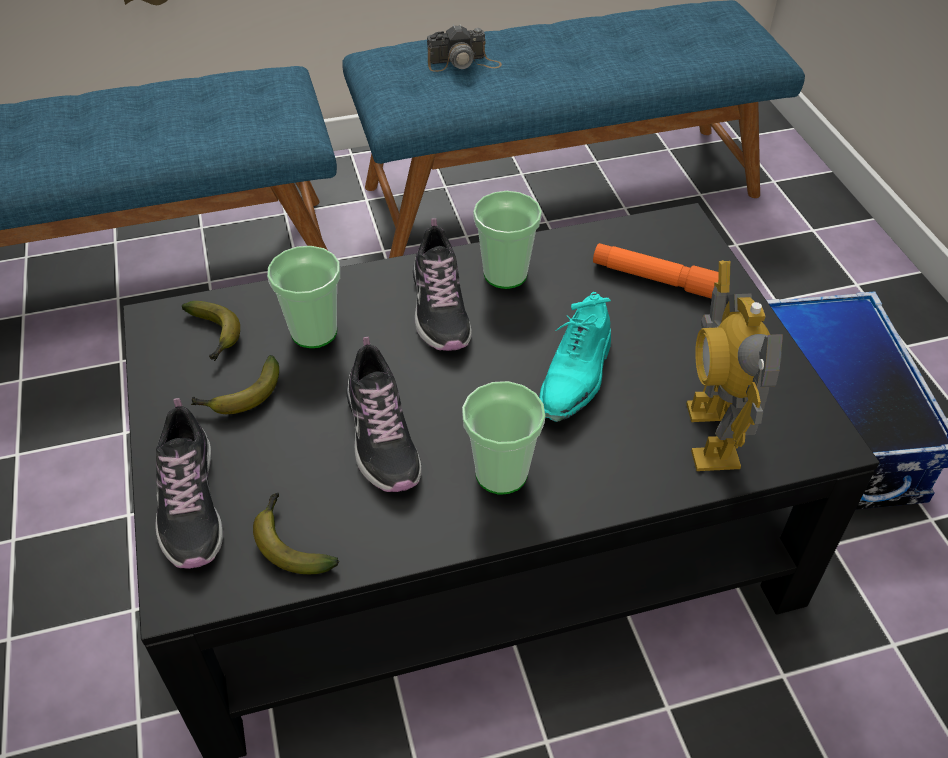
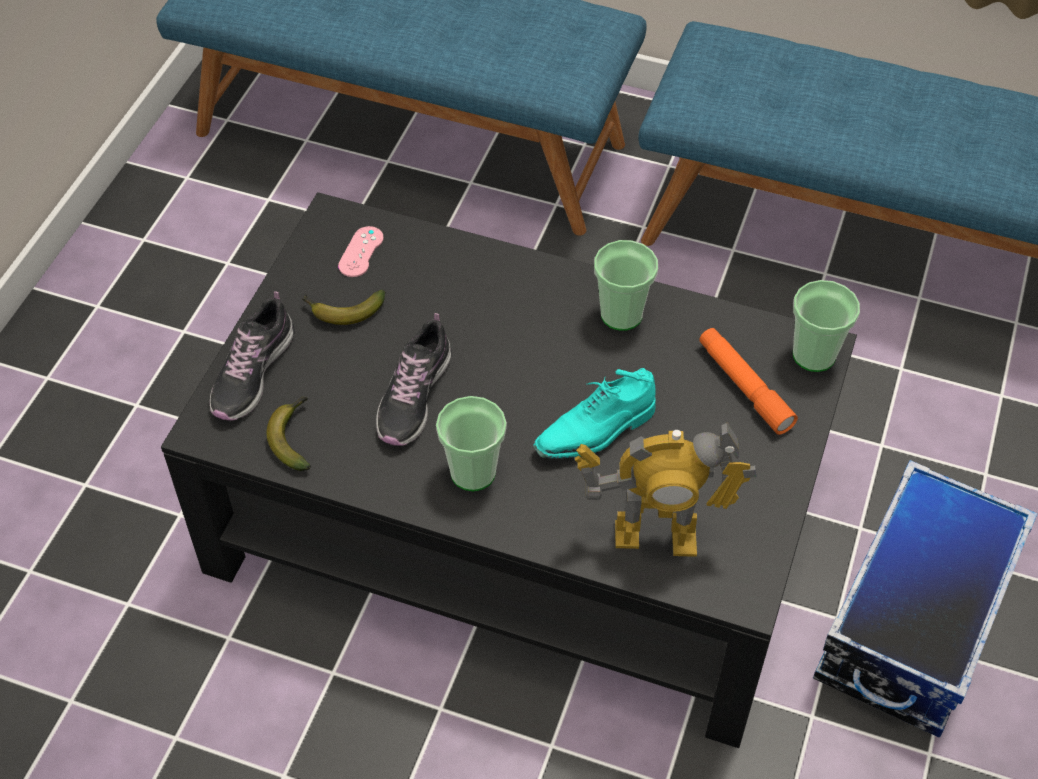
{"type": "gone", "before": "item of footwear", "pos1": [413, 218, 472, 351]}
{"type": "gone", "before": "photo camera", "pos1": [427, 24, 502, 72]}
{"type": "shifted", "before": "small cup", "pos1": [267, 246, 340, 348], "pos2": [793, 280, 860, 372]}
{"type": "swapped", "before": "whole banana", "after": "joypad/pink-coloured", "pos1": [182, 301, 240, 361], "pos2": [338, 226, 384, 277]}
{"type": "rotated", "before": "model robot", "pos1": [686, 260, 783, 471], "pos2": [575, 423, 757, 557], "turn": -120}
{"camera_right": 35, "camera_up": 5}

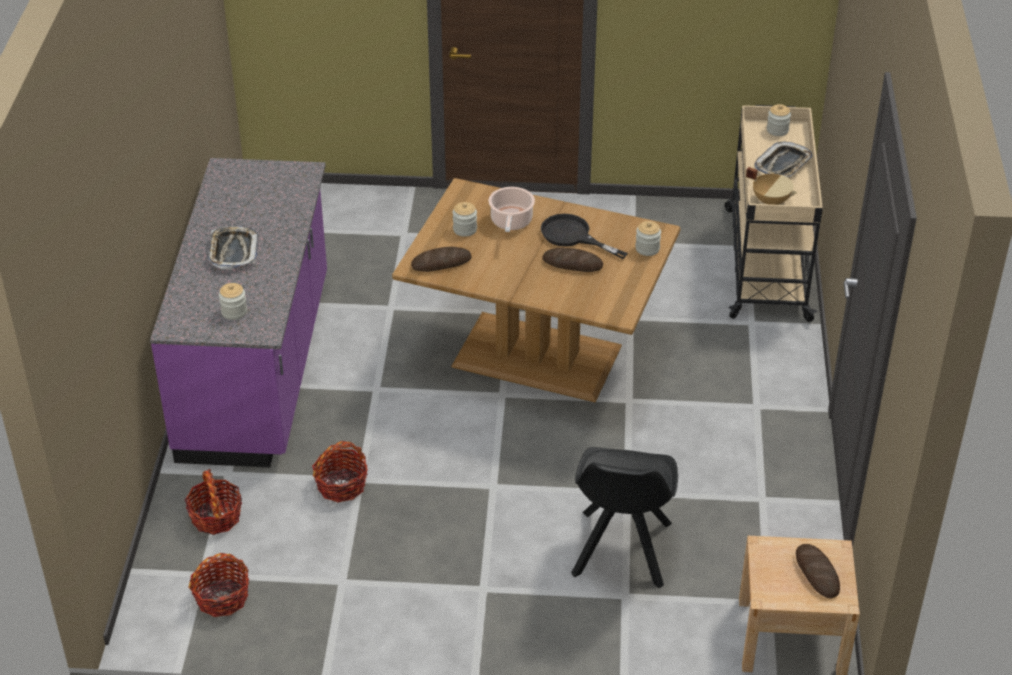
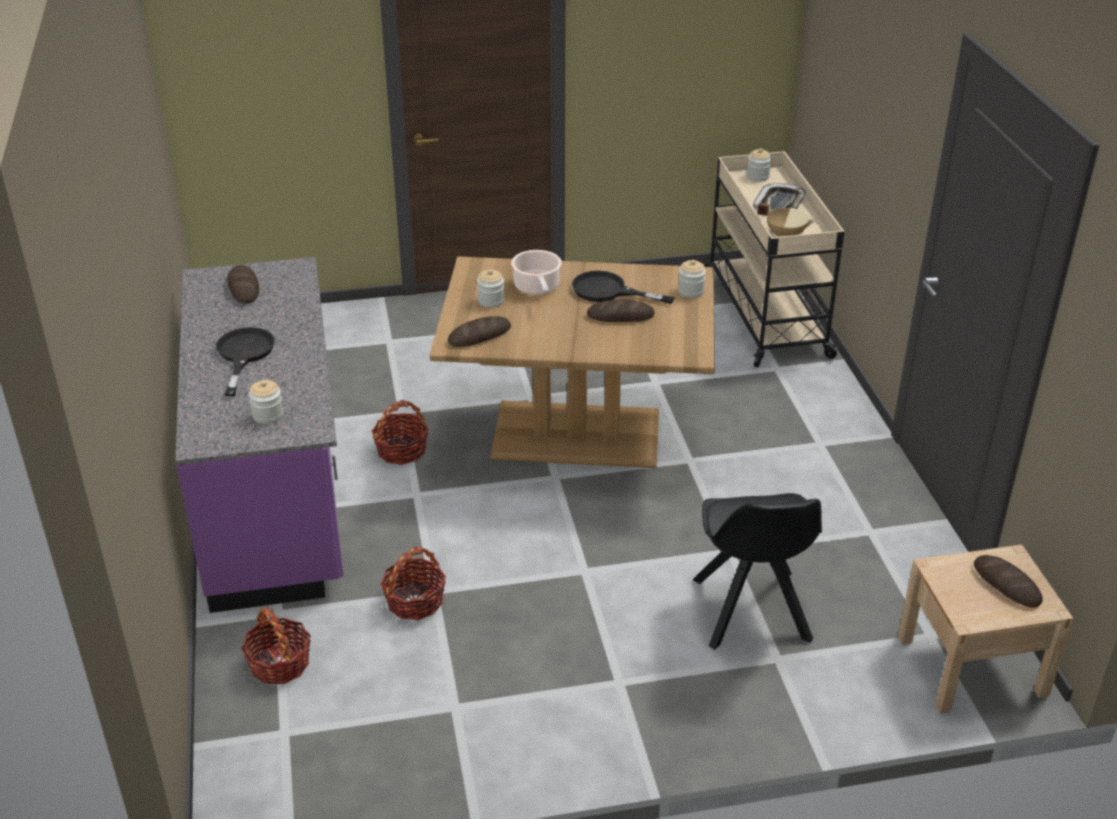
{"type": "new", "after": "bakery bread", "pos2": [227, 265, 259, 304]}
{"type": "shifted", "before": "basket", "pos1": [188, 553, 249, 617], "pos2": [371, 400, 429, 465]}
{"type": "swapped", "before": "tray", "after": "frying pan/black-coloured", "pos1": [208, 226, 258, 270], "pos2": [216, 327, 275, 396]}
{"camera_right": -15, "camera_up": -5}

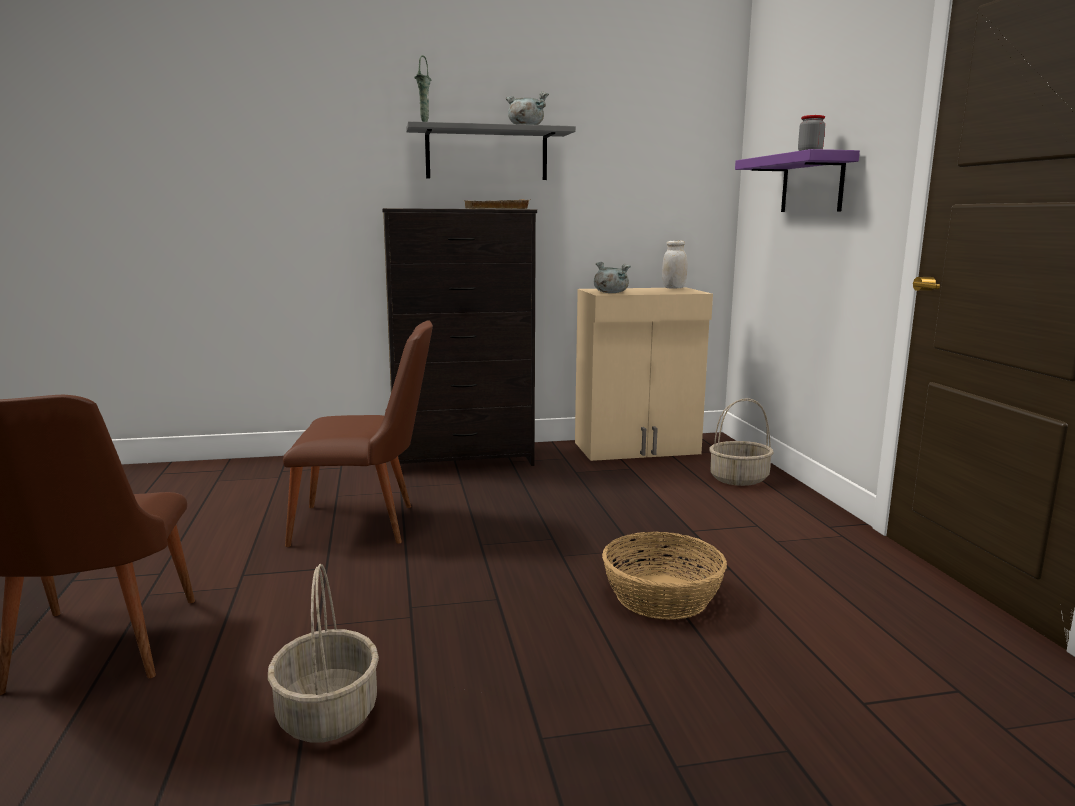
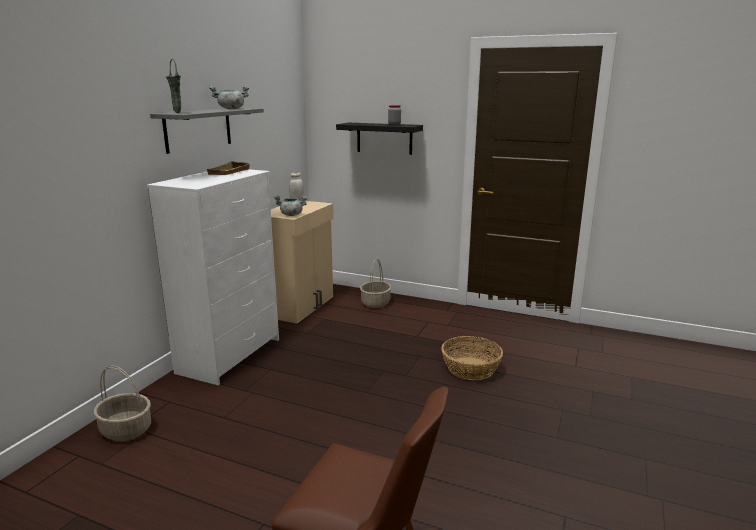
{"type": "gone", "before": "chair/brown-coloured", "pos1": [283, 320, 433, 547]}
{"type": "shifted", "before": "basket", "pos1": [268, 564, 379, 743], "pos2": [94, 365, 151, 441]}
{"type": "repainted", "before": "drawer chest/black-coloured", "after": "drawer chest/white", "pos1": [382, 208, 537, 466], "pos2": [147, 169, 279, 386]}
{"type": "repainted", "before": "bracket shelf/purplish", "after": "bracket shelf/black-coloured", "pos1": [735, 149, 860, 212], "pos2": [336, 123, 423, 155]}
{"camera_right": -55, "camera_up": 5}

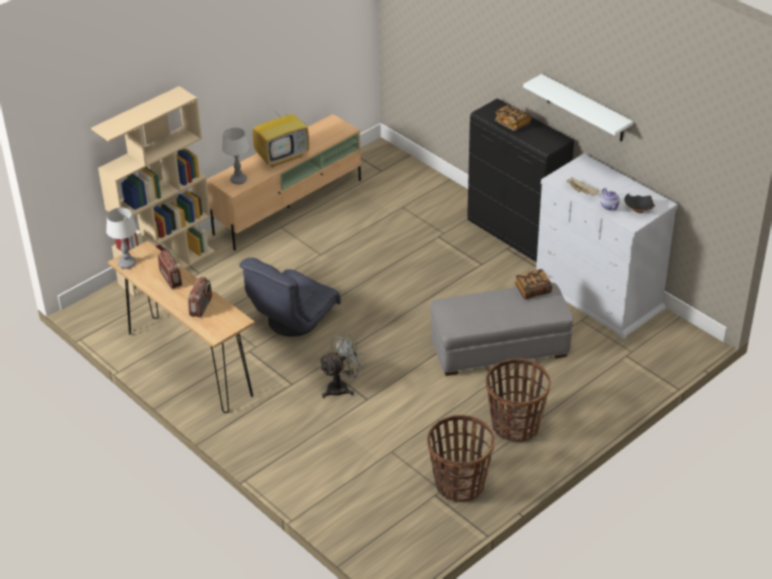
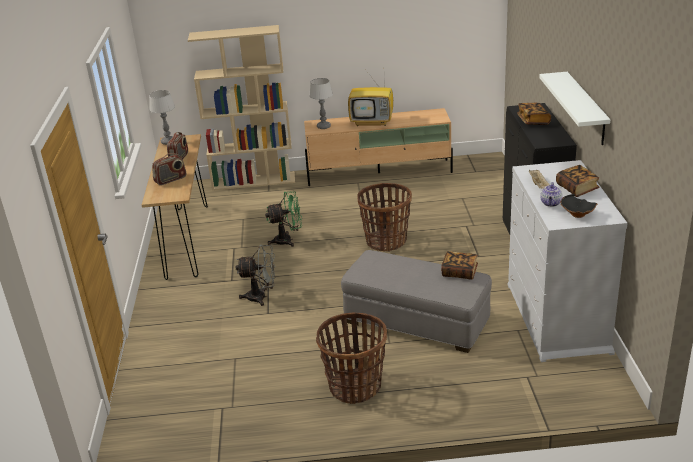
{"type": "new", "after": "book", "pos2": [556, 165, 599, 197]}
{"type": "shifted", "before": "basket", "pos1": [427, 415, 495, 502], "pos2": [357, 183, 412, 252]}
{"type": "swapped", "before": "easy chair/greyish", "after": "electric fan/green-coloured", "pos1": [239, 258, 341, 337], "pos2": [265, 191, 302, 247]}
{"camera_right": 40, "camera_up": -10}

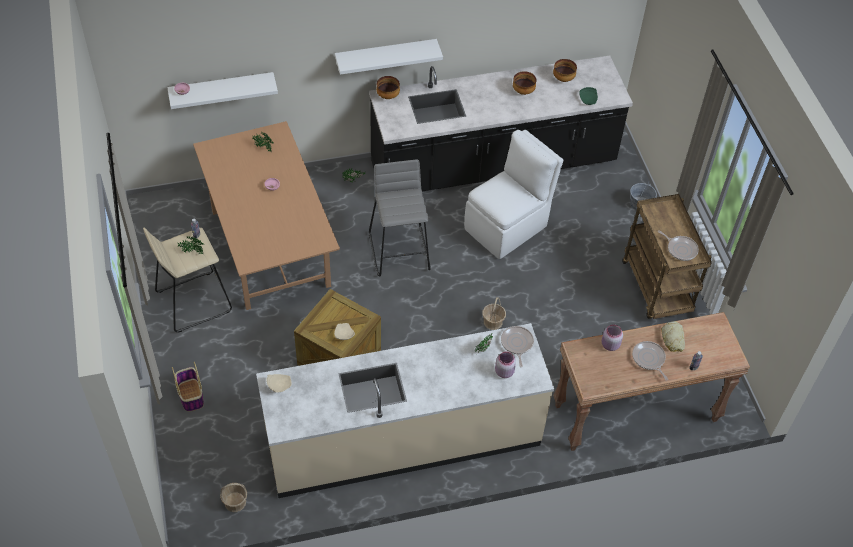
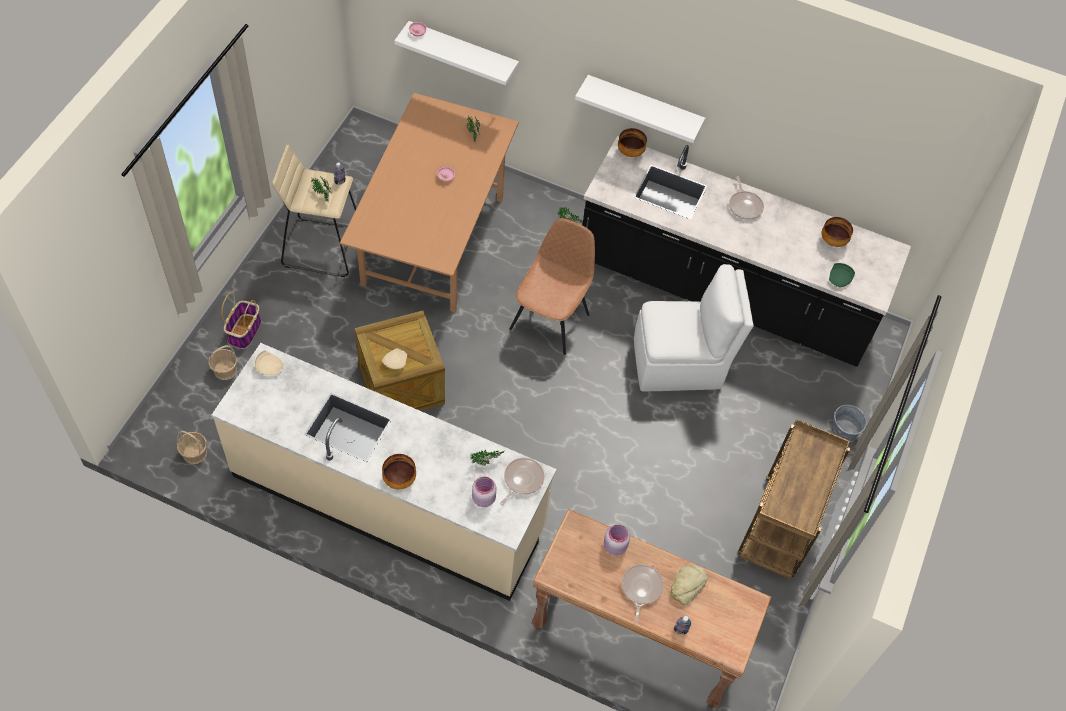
{"type": "shifted", "before": "basket", "pos1": [482, 297, 506, 330], "pos2": [208, 345, 237, 380]}
{"type": "shifted", "before": "deep dish", "pos1": [513, 71, 537, 95], "pos2": [382, 454, 416, 489]}
{"type": "shifted", "before": "frying pan", "pos1": [658, 230, 699, 261], "pos2": [729, 177, 764, 220]}
{"type": "swapped", "before": "stool seat/greyish", "after": "chair/brown-coloured", "pos1": [369, 159, 431, 277], "pos2": [509, 218, 595, 355]}
{"camera_right": 35, "camera_up": 5}

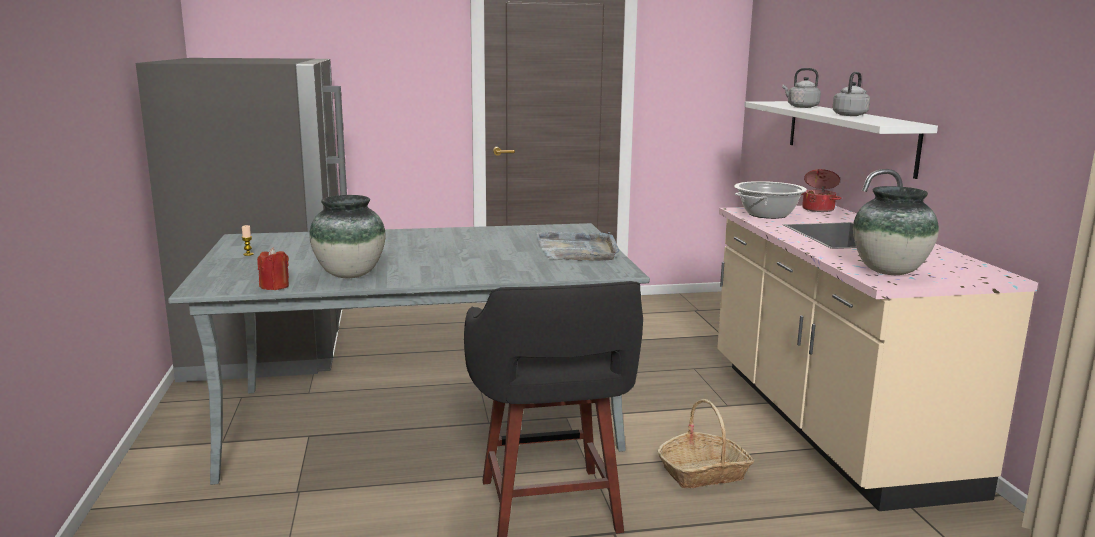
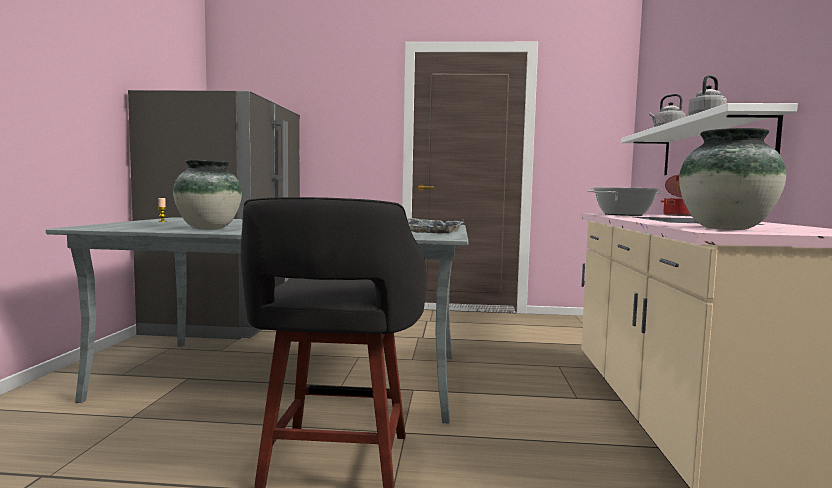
{"type": "gone", "before": "wax candle/reddish", "pos1": [257, 247, 289, 290]}
{"type": "gone", "before": "basket", "pos1": [657, 399, 754, 488]}
{"camera_right": 15, "camera_up": -10}

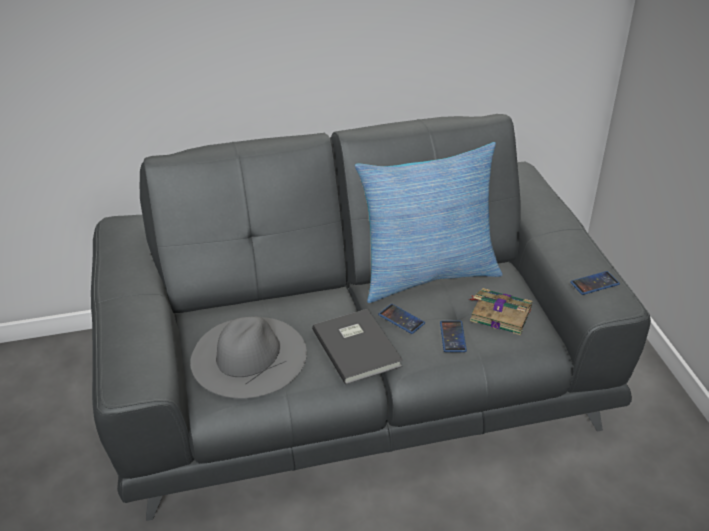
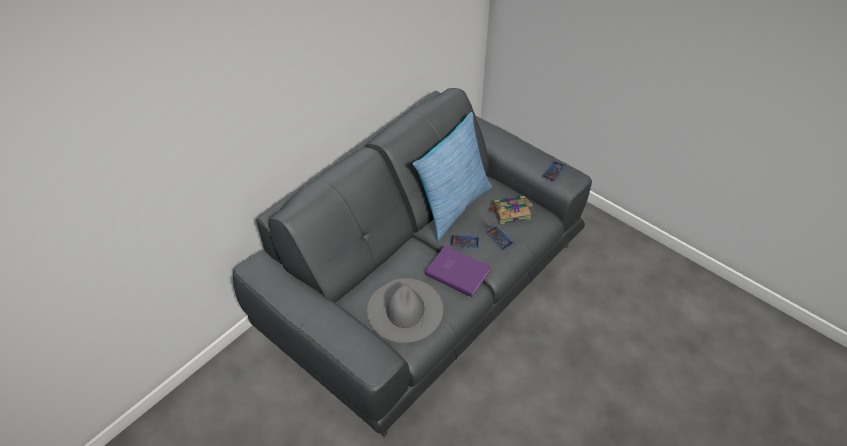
{"type": "repainted", "before": "book/greyish", "after": "book/purplish", "pos1": [312, 309, 403, 385], "pos2": [425, 246, 491, 297]}
{"camera_right": -35, "camera_up": 10}

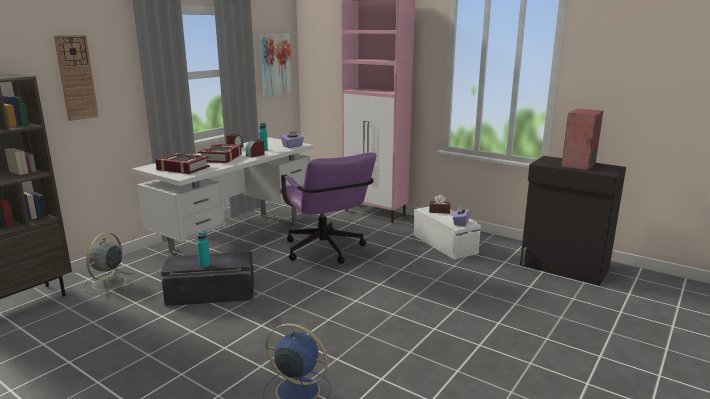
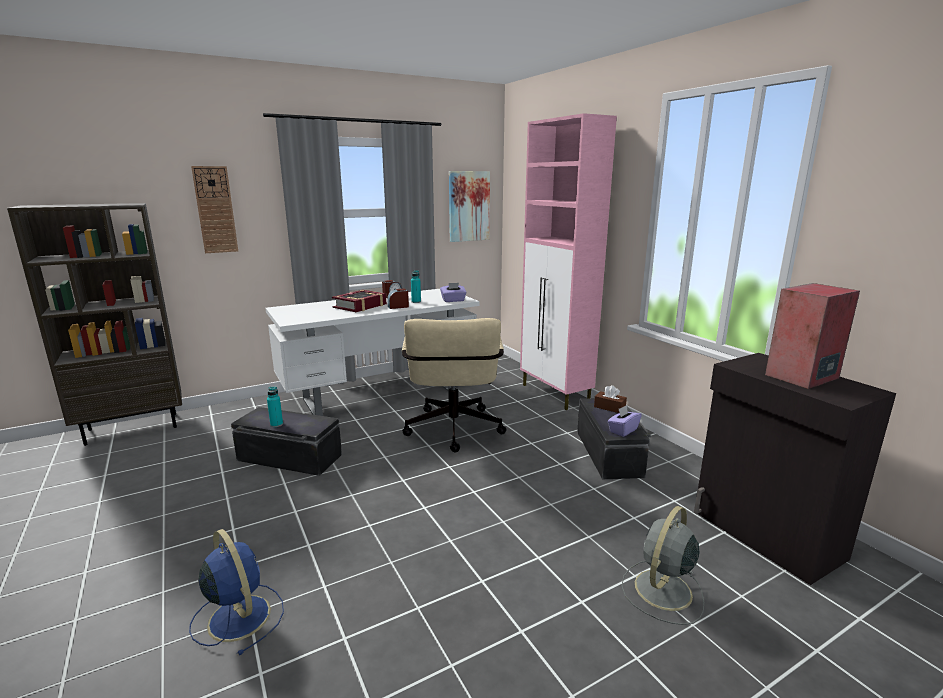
{"type": "gone", "before": "book", "pos1": [155, 153, 210, 174]}
{"type": "shifted", "before": "electric fan/greyish", "pos1": [83, 233, 132, 295], "pos2": [621, 506, 704, 625]}
{"type": "repainted", "before": "desk chair/purplish", "after": "desk chair/sand-coloured", "pos1": [280, 153, 376, 264], "pos2": [402, 318, 506, 452]}
{"type": "repainted", "before": "storage box/white", "after": "storage box/black-coloured", "pos1": [414, 207, 481, 260], "pos2": [577, 398, 651, 479]}
{"camera_right": 25, "camera_up": 0}

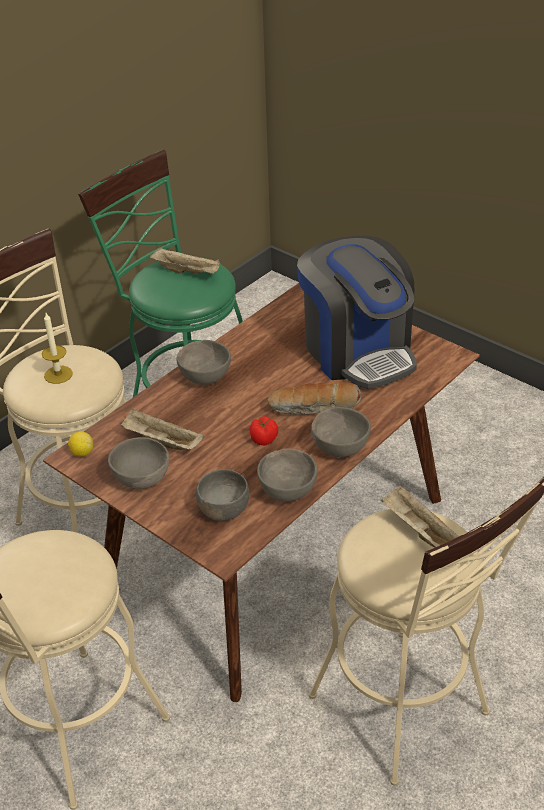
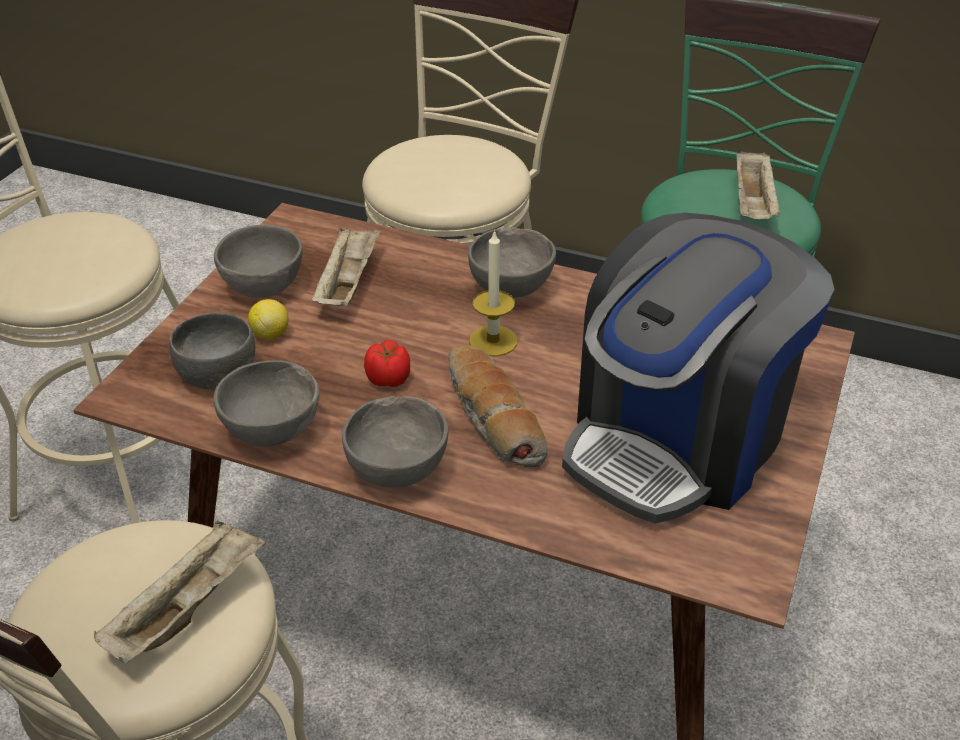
{"type": "shifted", "before": "wax candle", "pos1": [42, 313, 73, 384], "pos2": [469, 230, 518, 357]}
{"type": "shifted", "before": "citrus fruit", "pos1": [68, 431, 93, 457], "pos2": [248, 299, 289, 340]}
{"camera_right": 70, "camera_up": 0}

